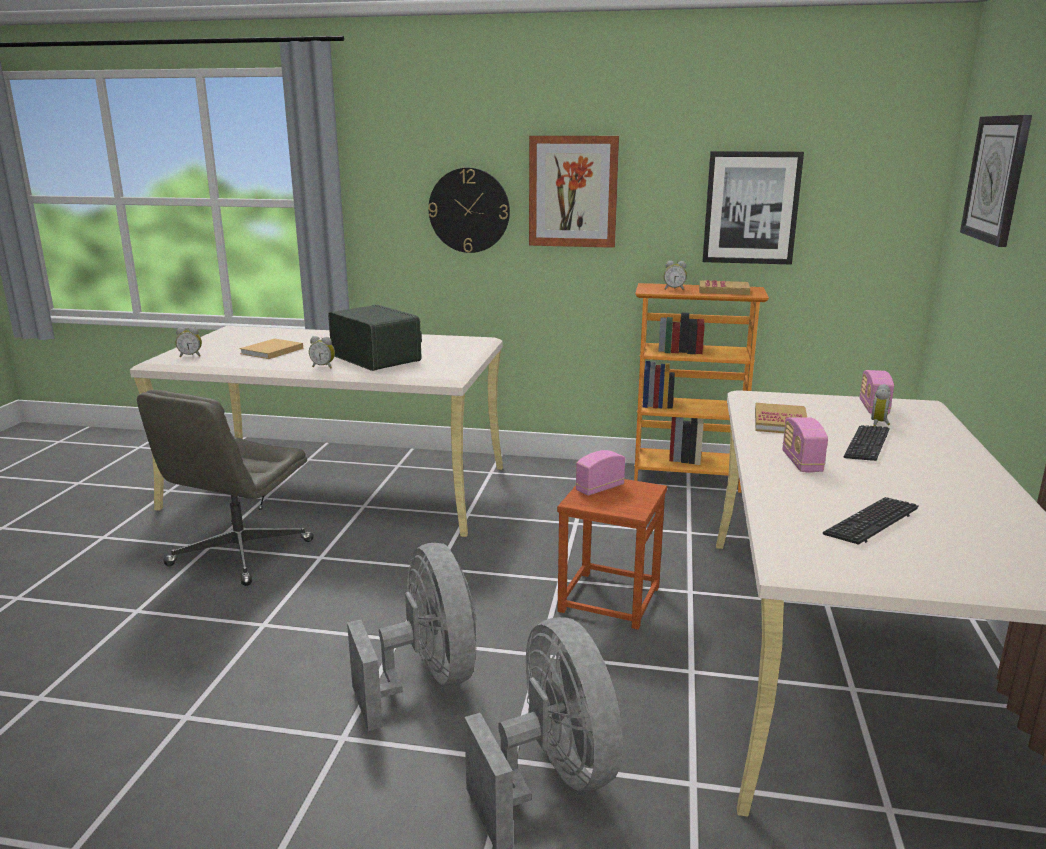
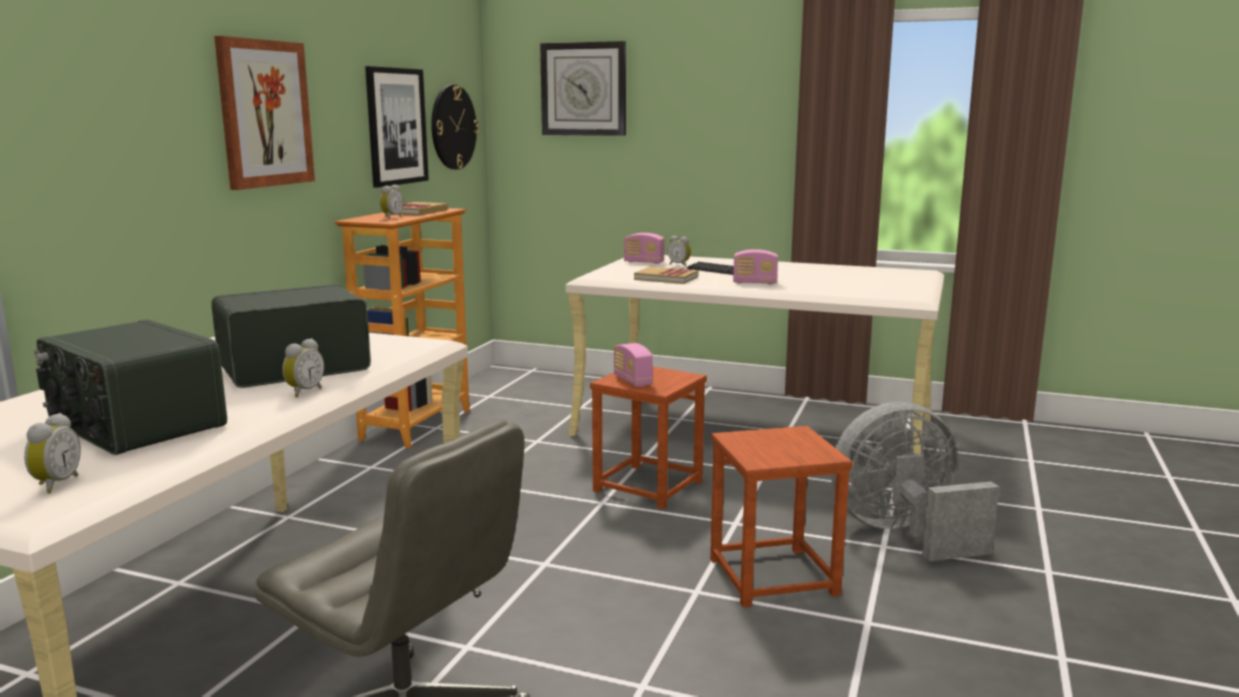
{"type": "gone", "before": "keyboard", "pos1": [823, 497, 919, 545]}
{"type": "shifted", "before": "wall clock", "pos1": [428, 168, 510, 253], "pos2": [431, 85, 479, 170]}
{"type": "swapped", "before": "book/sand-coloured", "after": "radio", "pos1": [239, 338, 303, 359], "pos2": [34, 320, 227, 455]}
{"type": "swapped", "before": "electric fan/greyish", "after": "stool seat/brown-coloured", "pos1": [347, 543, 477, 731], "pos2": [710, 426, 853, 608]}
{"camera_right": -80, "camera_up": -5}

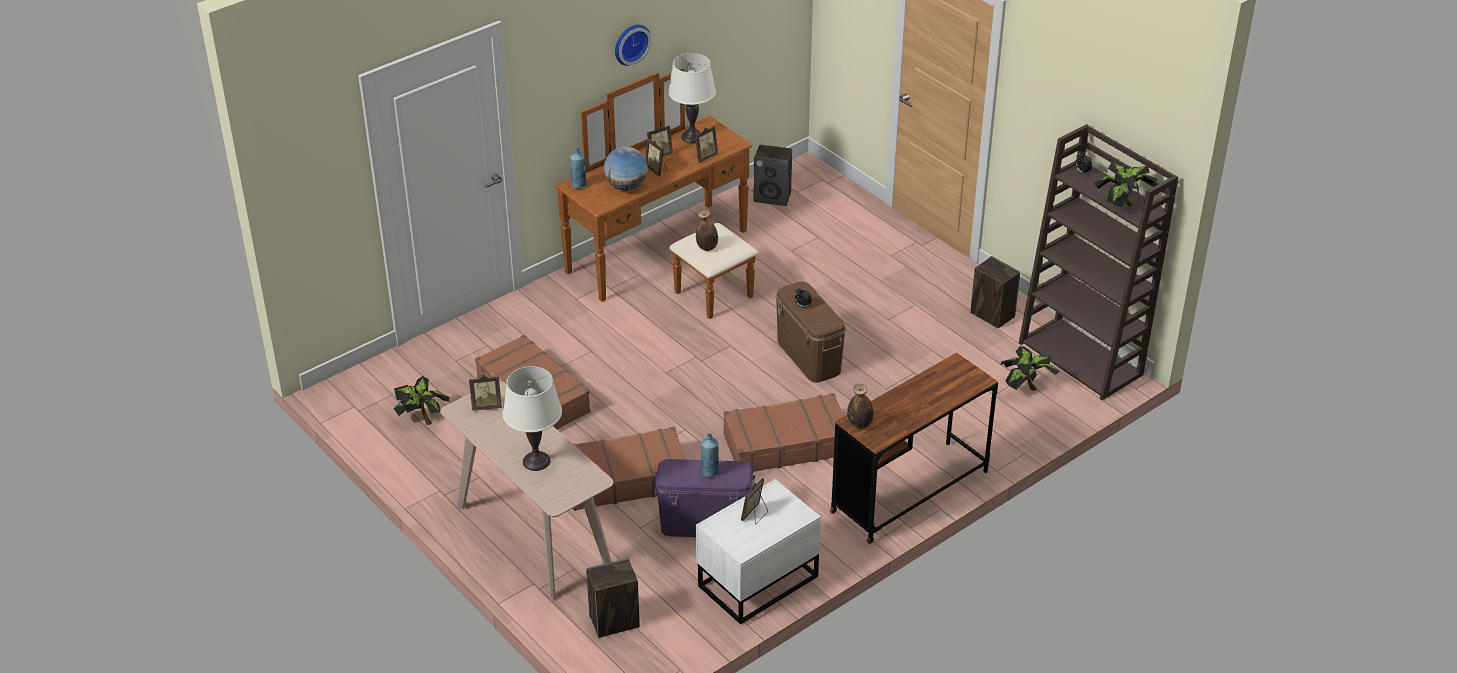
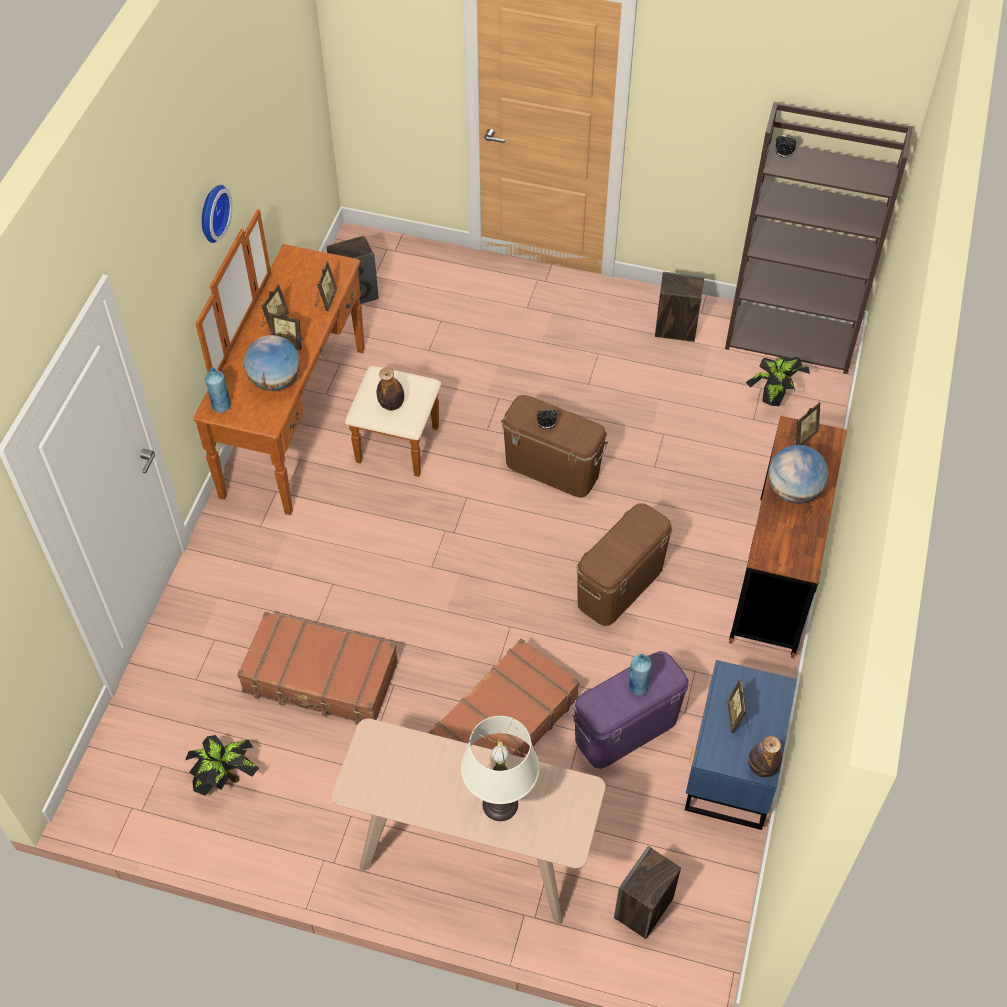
{"type": "gone", "before": "table lamp/white", "pos1": [668, 53, 716, 144]}
{"type": "gone", "before": "potted plant", "pos1": [1093, 162, 1158, 207]}
{"type": "new", "after": "desk globe", "pos2": [769, 445, 828, 504]}
{"type": "shifted", "before": "standing frame", "pos1": [469, 375, 502, 411], "pos2": [787, 402, 820, 445]}
{"type": "shifted", "before": "drink bottle", "pos1": [847, 384, 874, 429], "pos2": [748, 736, 782, 778]}
{"type": "swapped", "before": "suitcase/brown-coloured", "after": "storage box/brown-coloured", "pos1": [724, 393, 844, 473], "pos2": [577, 503, 672, 626]}
{"type": "repainted", "before": "bedside table/white", "after": "bedside table/blue-coloured", "pos1": [696, 479, 821, 624], "pos2": [685, 660, 797, 830]}
{"camera_right": -35, "camera_up": 15}

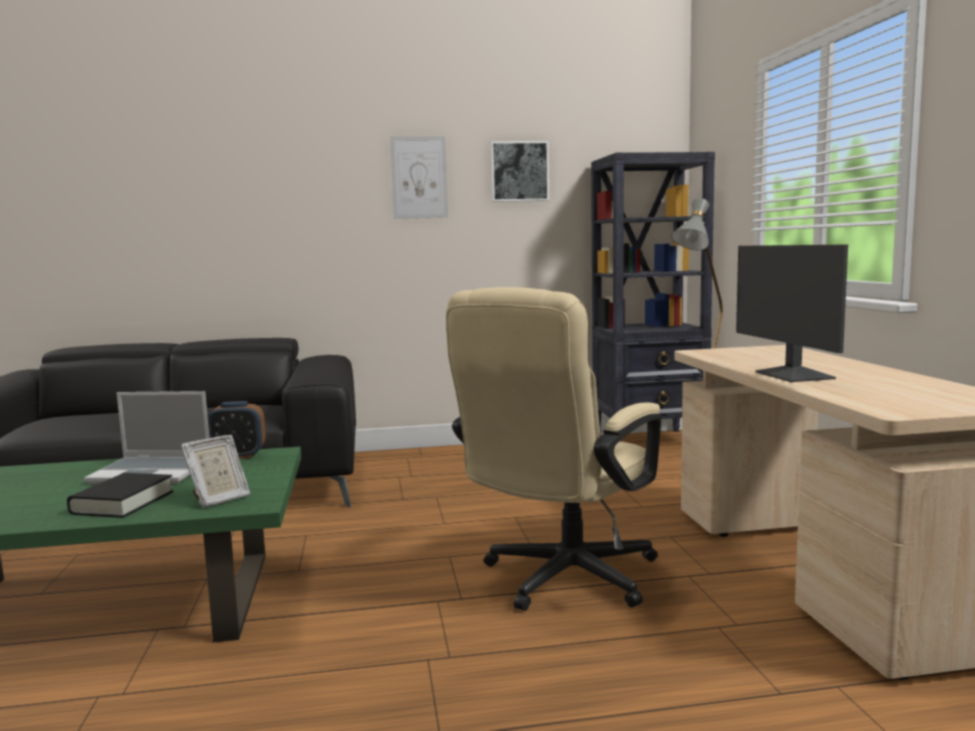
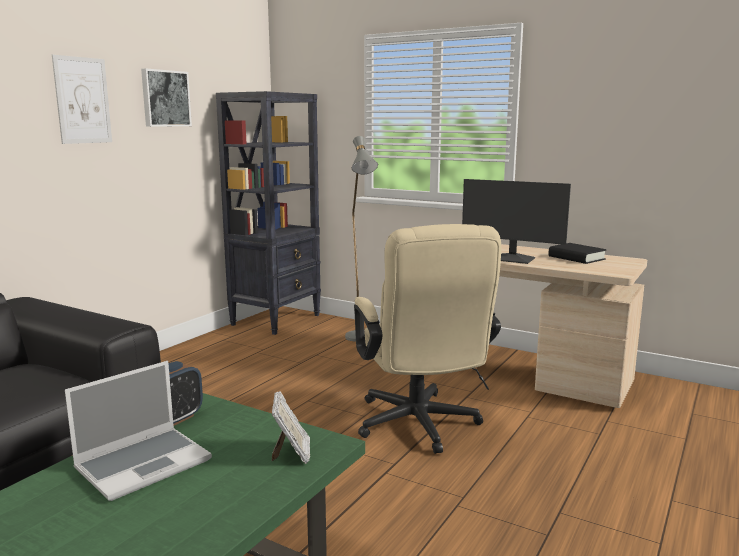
{"type": "shifted", "before": "book/black-coloured", "pos1": [67, 473, 174, 518], "pos2": [549, 243, 606, 264]}
{"camera_right": -50, "camera_up": 5}

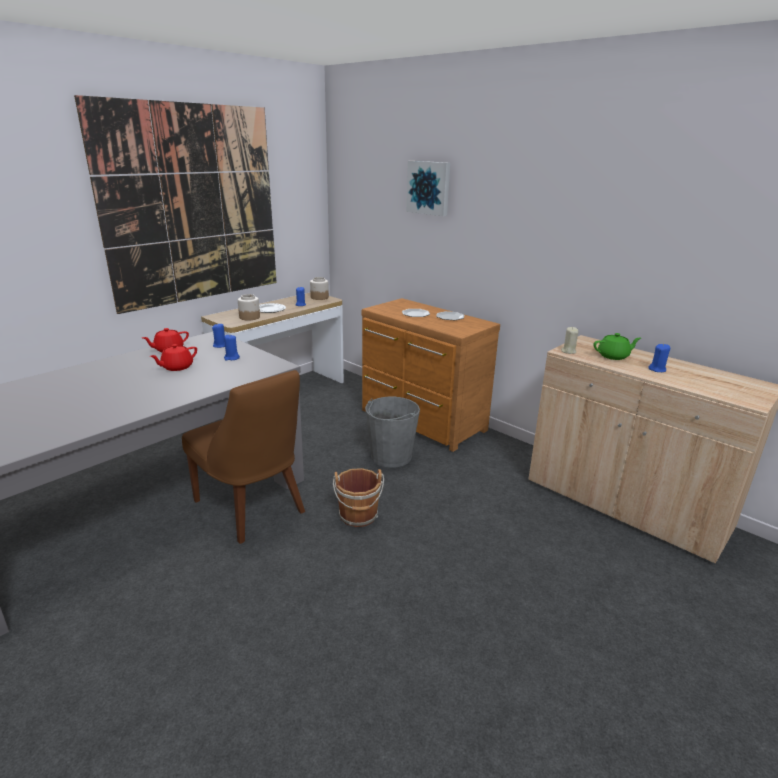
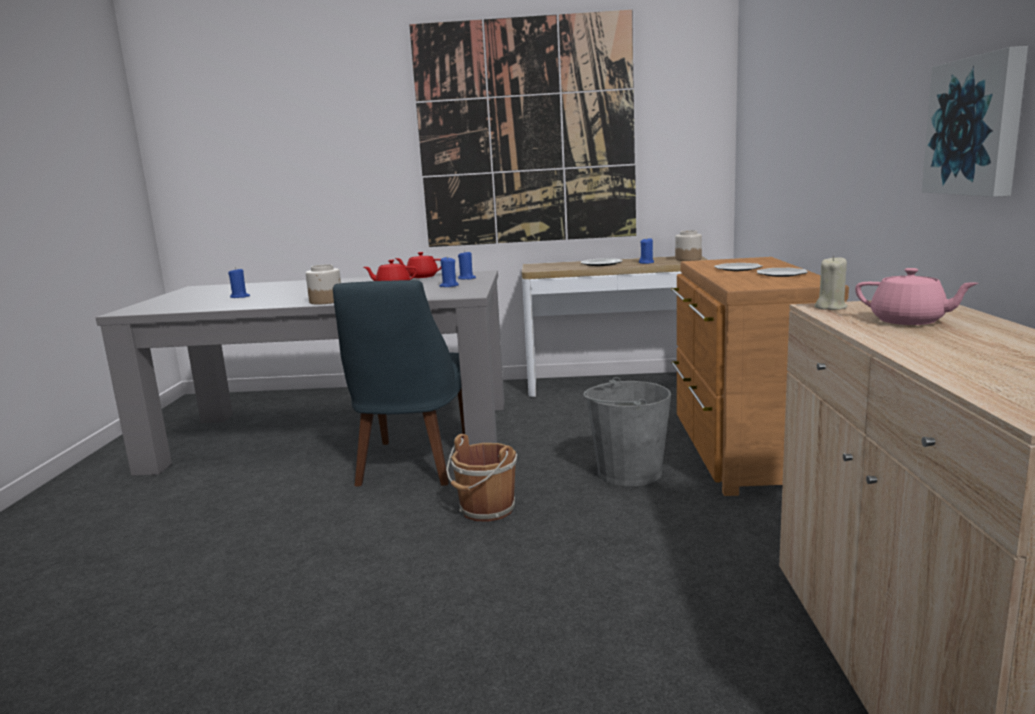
{"type": "shifted", "before": "preserve jar", "pos1": [238, 294, 260, 320], "pos2": [306, 264, 341, 304]}
{"type": "shifted", "before": "picture", "pos1": [406, 161, 450, 216], "pos2": [922, 46, 1028, 197]}
{"type": "shifted", "before": "wax candle/blue-coloured", "pos1": [648, 344, 670, 372], "pos2": [228, 267, 250, 298]}
{"type": "repainted", "before": "chair/brown-coloured", "after": "chair/blue-coloured", "pos1": [182, 370, 305, 544], "pos2": [333, 280, 465, 486]}
{"type": "repainted", "before": "pot for tea/green-coloured", "after": "pot for tea/pink-coloured", "pos1": [593, 333, 641, 360], "pos2": [855, 268, 979, 325]}
{"camera_right": 50, "camera_up": -10}

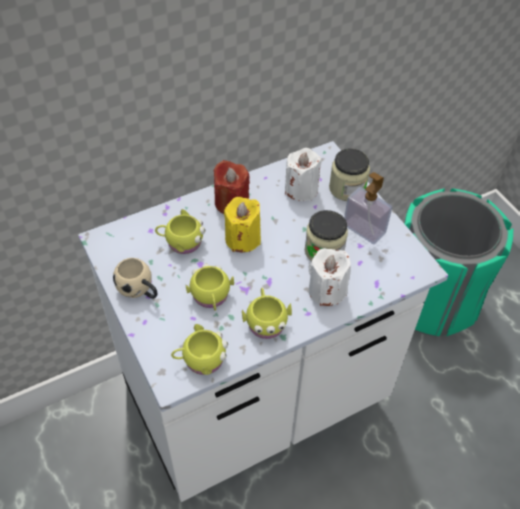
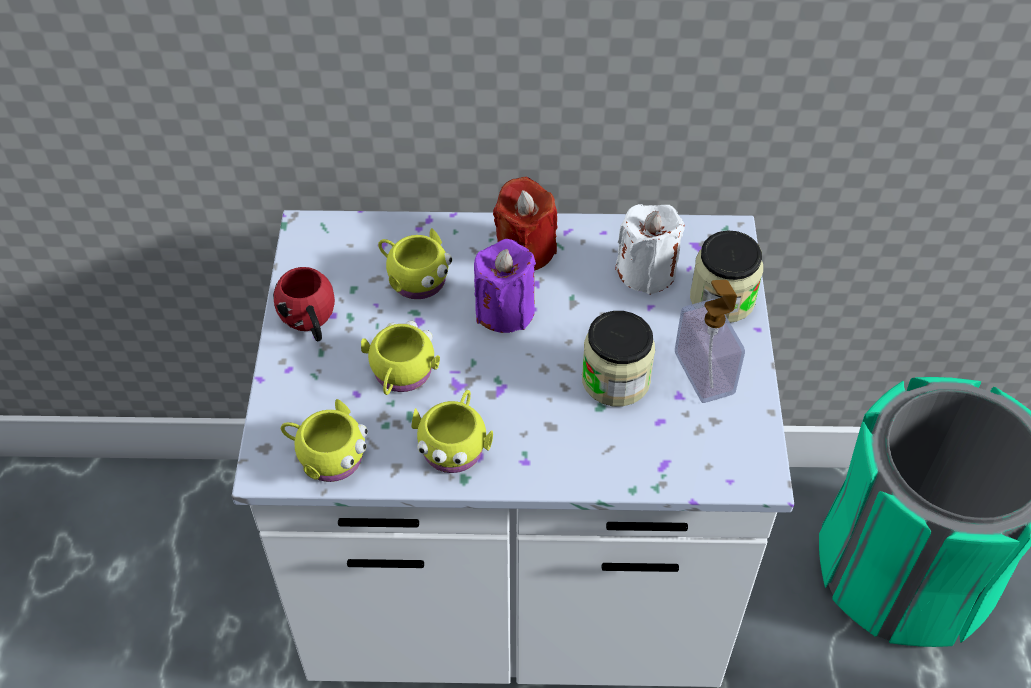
{"type": "gone", "before": "wax candle/white", "pos1": [308, 248, 351, 306]}
{"type": "repainted", "before": "coffee mug/sand-coloured", "after": "coffee mug/reddish", "pos1": [113, 258, 157, 299], "pos2": [273, 267, 335, 341]}
{"type": "repainted", "before": "wax candle/yellowish", "after": "wax candle/purplish", "pos1": [224, 197, 261, 252], "pos2": [474, 239, 536, 333]}
{"camera_right": 30, "camera_up": 0}

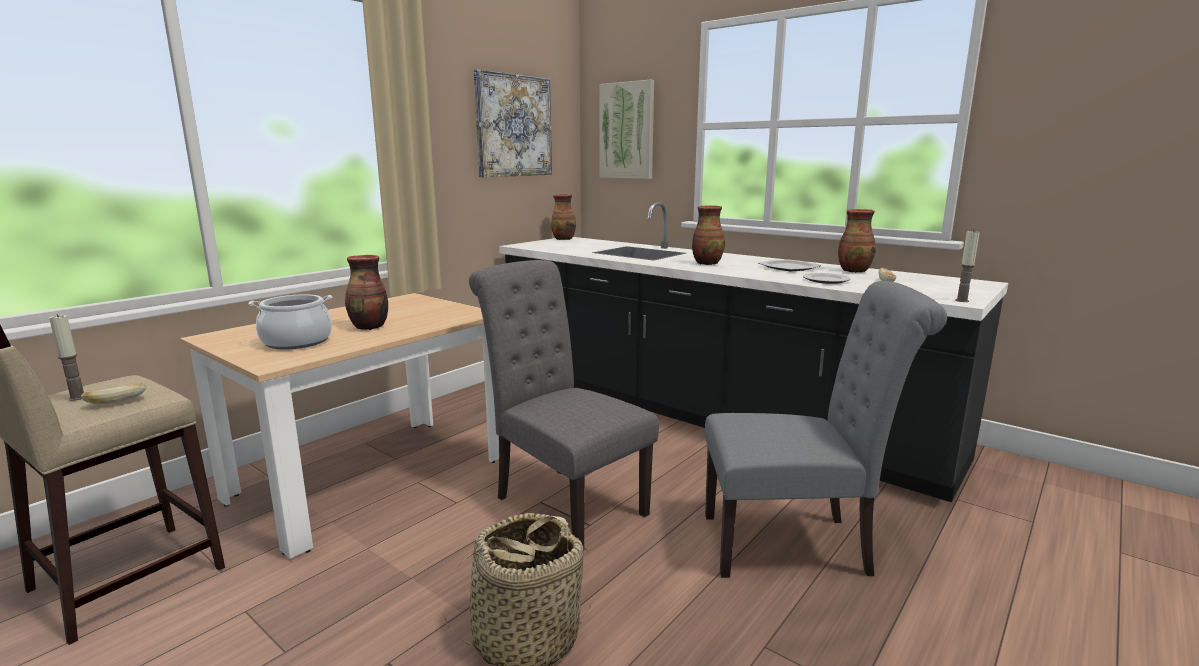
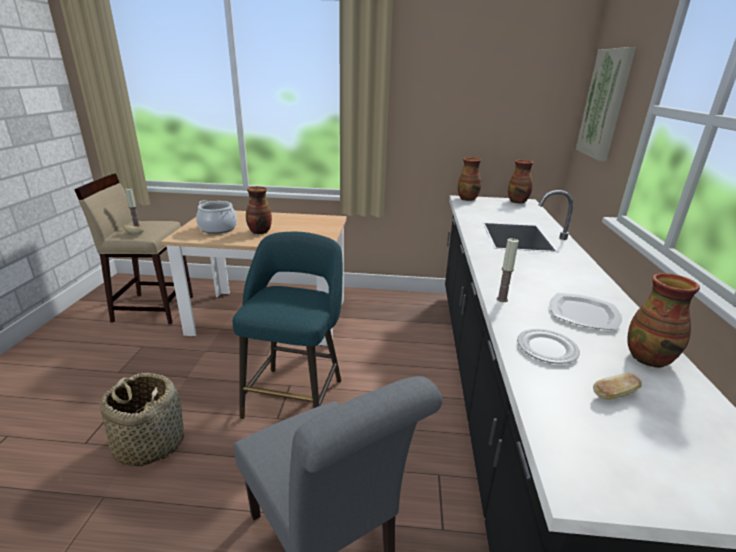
{"type": "gone", "before": "picture", "pos1": [474, 69, 552, 177]}
{"type": "shifted", "before": "decorative vase", "pos1": [692, 206, 725, 265], "pos2": [458, 158, 481, 201]}
{"type": "shifted", "before": "wax candle", "pos1": [955, 230, 980, 302], "pos2": [497, 238, 519, 302]}
{"type": "swapped", "before": "chair/greyish", "after": "stool seat/turquoise-coloured", "pos1": [469, 260, 659, 550], "pos2": [233, 232, 343, 420]}
{"camera_right": 55, "camera_up": 10}

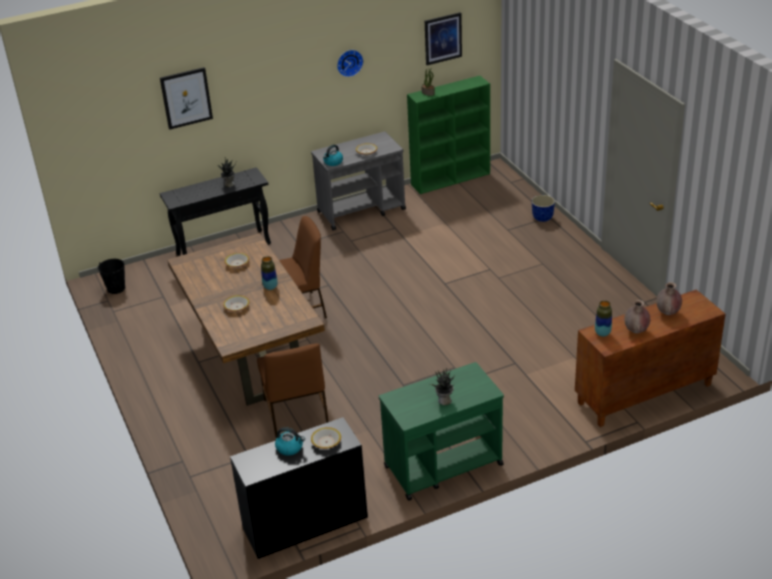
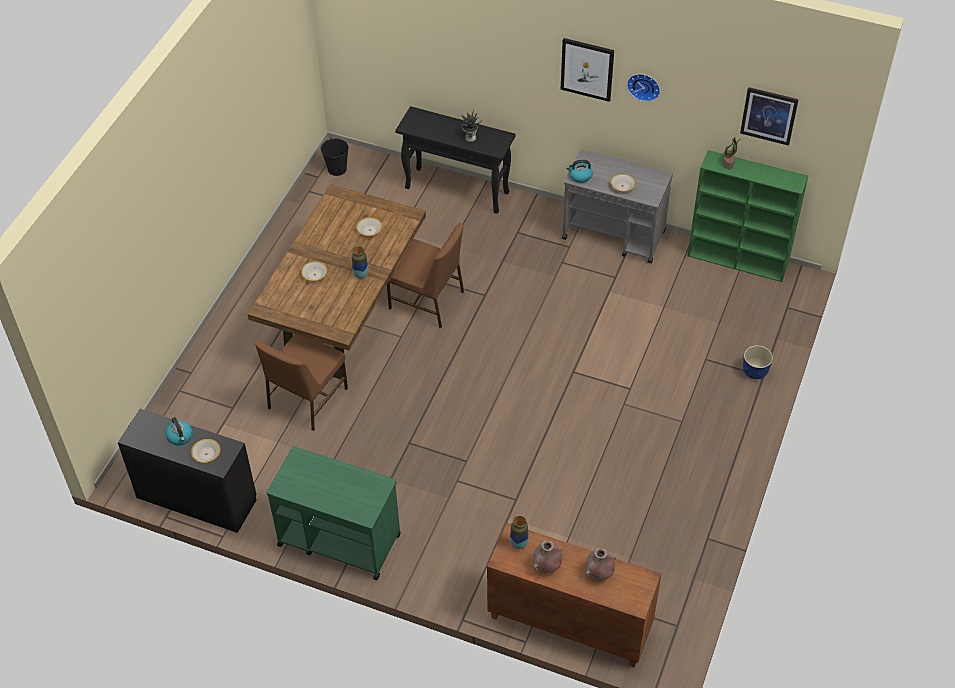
{"type": "gone", "before": "potted plant", "pos1": [430, 368, 455, 405]}
{"type": "shifted", "before": "picture", "pos1": [160, 67, 213, 130], "pos2": [561, 38, 614, 102]}
{"camera_right": 45, "camera_up": 15}

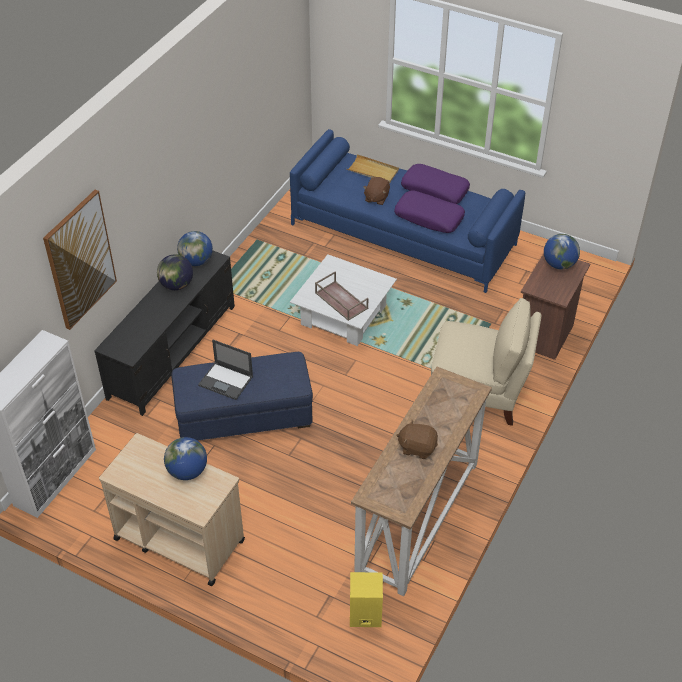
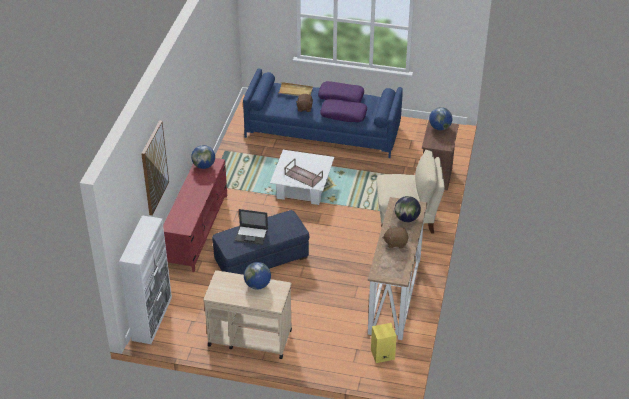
{"type": "shifted", "before": "desk globe", "pos1": [157, 254, 193, 290], "pos2": [395, 196, 421, 222]}
{"type": "repainted", "before": "tv unit/black-coloured", "after": "tv unit/reddish", "pos1": [94, 251, 235, 416], "pos2": [163, 158, 227, 272]}
{"camera_right": -15, "camera_up": -5}

